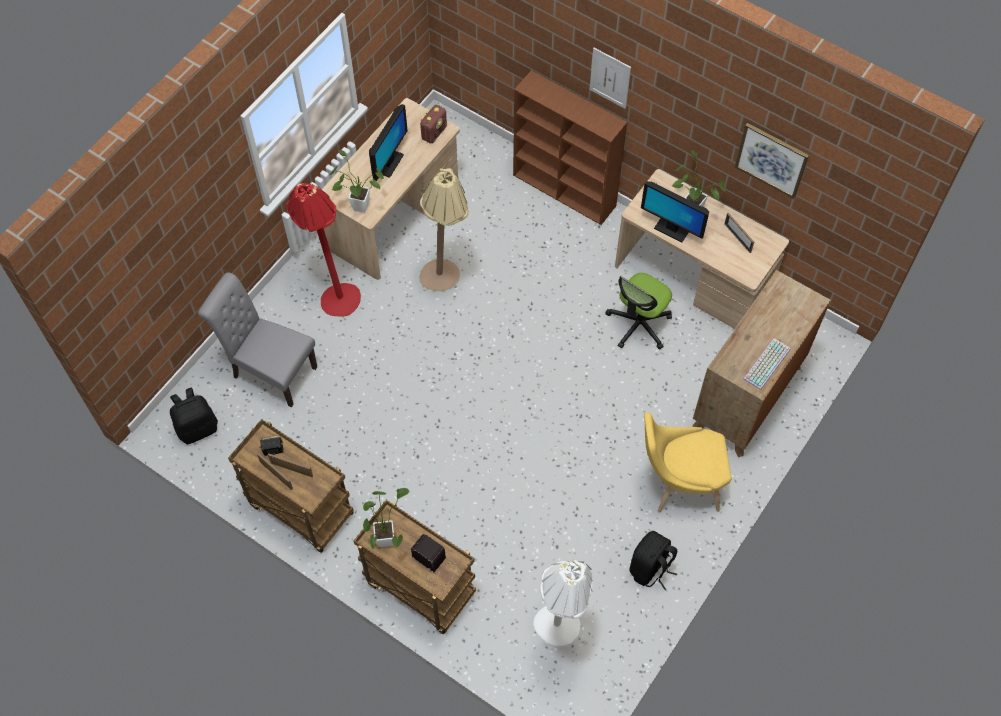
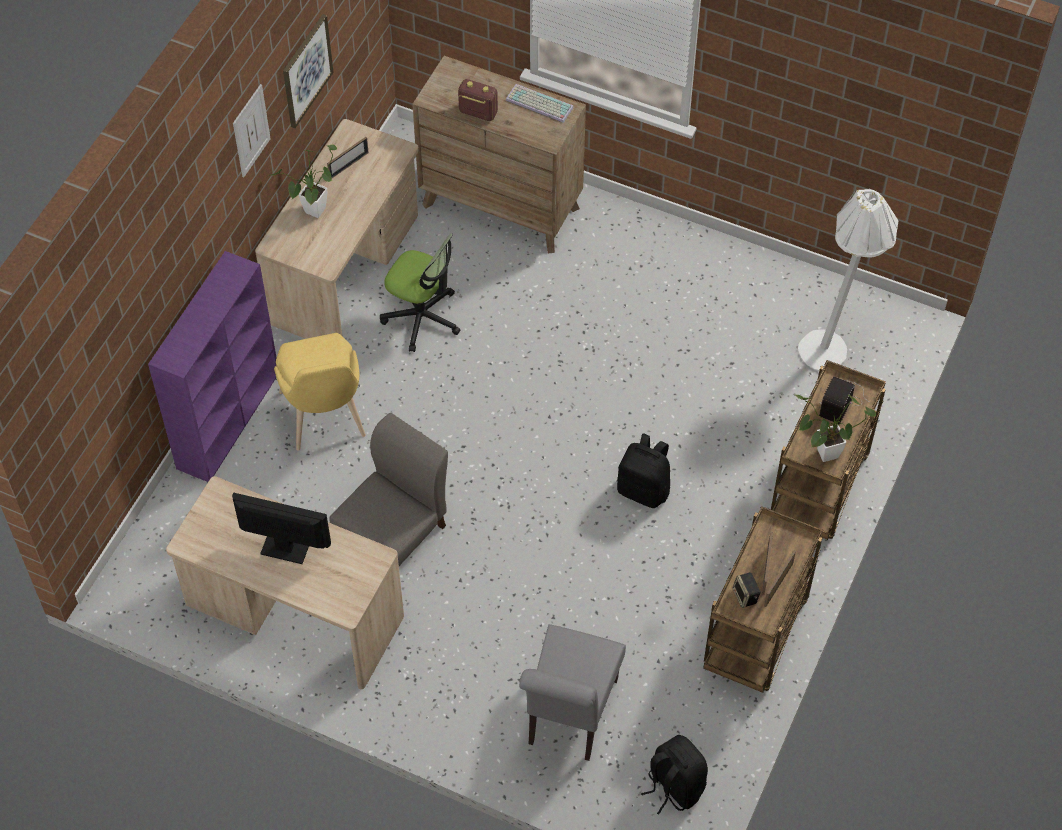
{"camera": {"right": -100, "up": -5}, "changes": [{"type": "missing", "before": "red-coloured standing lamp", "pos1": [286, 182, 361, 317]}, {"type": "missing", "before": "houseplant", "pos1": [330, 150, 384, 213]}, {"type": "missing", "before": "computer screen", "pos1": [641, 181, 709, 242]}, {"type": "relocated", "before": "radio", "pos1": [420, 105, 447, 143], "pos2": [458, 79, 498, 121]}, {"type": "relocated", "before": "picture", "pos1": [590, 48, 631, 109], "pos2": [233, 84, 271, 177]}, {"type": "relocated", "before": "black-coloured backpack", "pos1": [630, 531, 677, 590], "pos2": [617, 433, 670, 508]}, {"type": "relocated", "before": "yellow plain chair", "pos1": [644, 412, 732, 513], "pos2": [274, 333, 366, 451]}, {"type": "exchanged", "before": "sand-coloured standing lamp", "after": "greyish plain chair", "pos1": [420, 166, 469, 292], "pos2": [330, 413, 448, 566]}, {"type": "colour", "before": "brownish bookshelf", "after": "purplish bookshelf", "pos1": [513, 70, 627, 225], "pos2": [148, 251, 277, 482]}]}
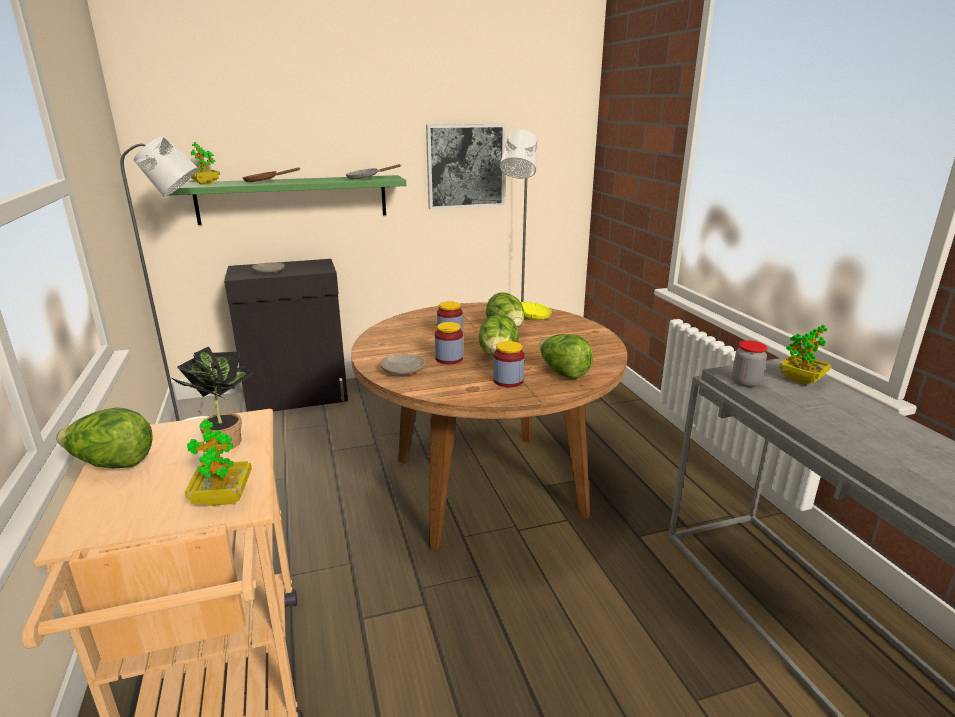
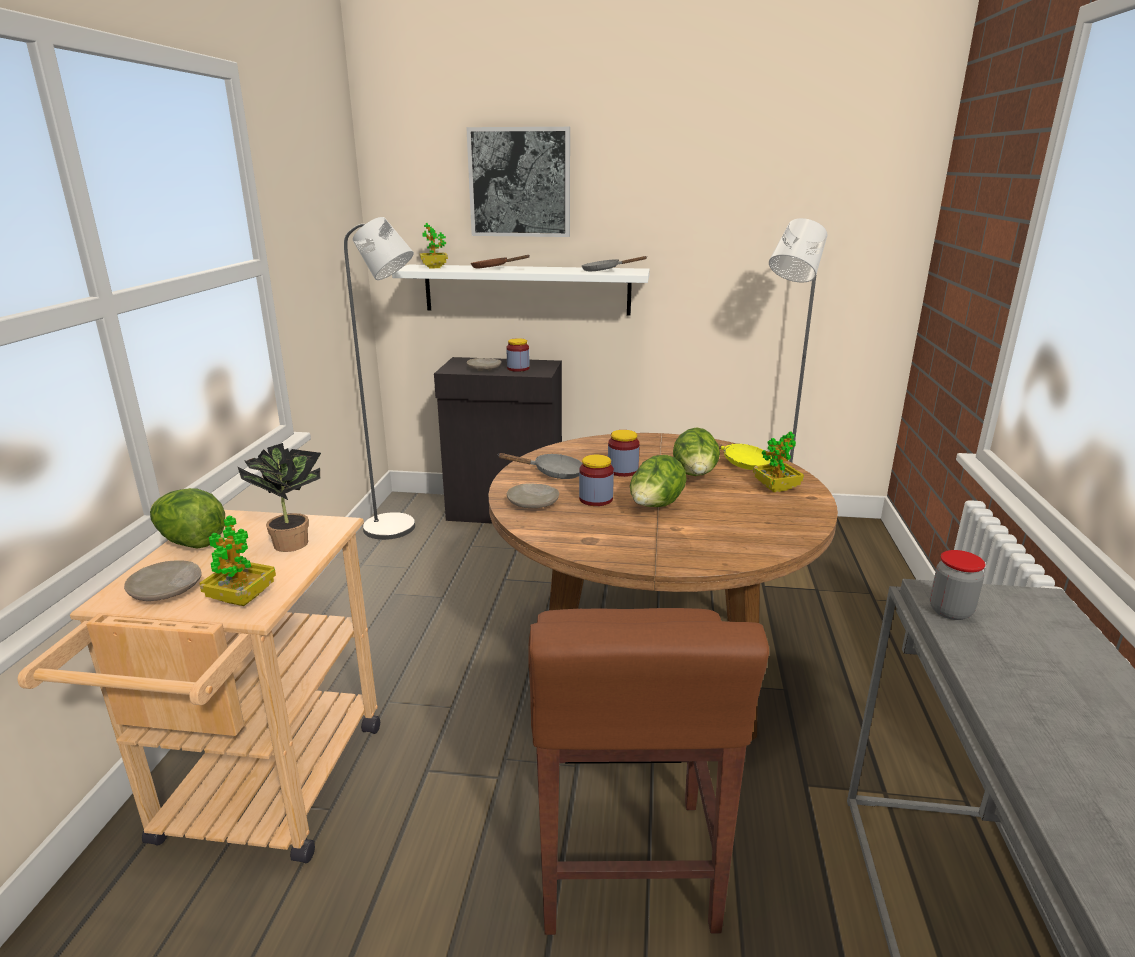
{"camera": {"right": 25, "up": 0}, "changes": [{"type": "missing", "before": "lettuce", "pos1": [539, 334, 593, 379]}, {"type": "appeared", "after": "sand-coloured plate", "pos2": [124, 561, 202, 601]}, {"type": "appeared", "after": "greyish pan", "pos2": [497, 453, 582, 479]}, {"type": "appeared", "after": "brownish sitting stool", "pos2": [528, 608, 769, 935]}, {"type": "relocated", "before": "picture", "pos1": [426, 124, 506, 209], "pos2": [466, 127, 570, 237]}, {"type": "relocated", "before": "storage jar", "pos1": [493, 341, 524, 387], "pos2": [506, 338, 530, 372]}, {"type": "relocated", "before": "houseplant", "pos1": [779, 324, 831, 385], "pos2": [753, 432, 804, 492]}, {"type": "colour", "before": "green bracket shelf", "after": "white bracket shelf", "pos1": [168, 175, 406, 225], "pos2": [392, 265, 650, 315]}]}
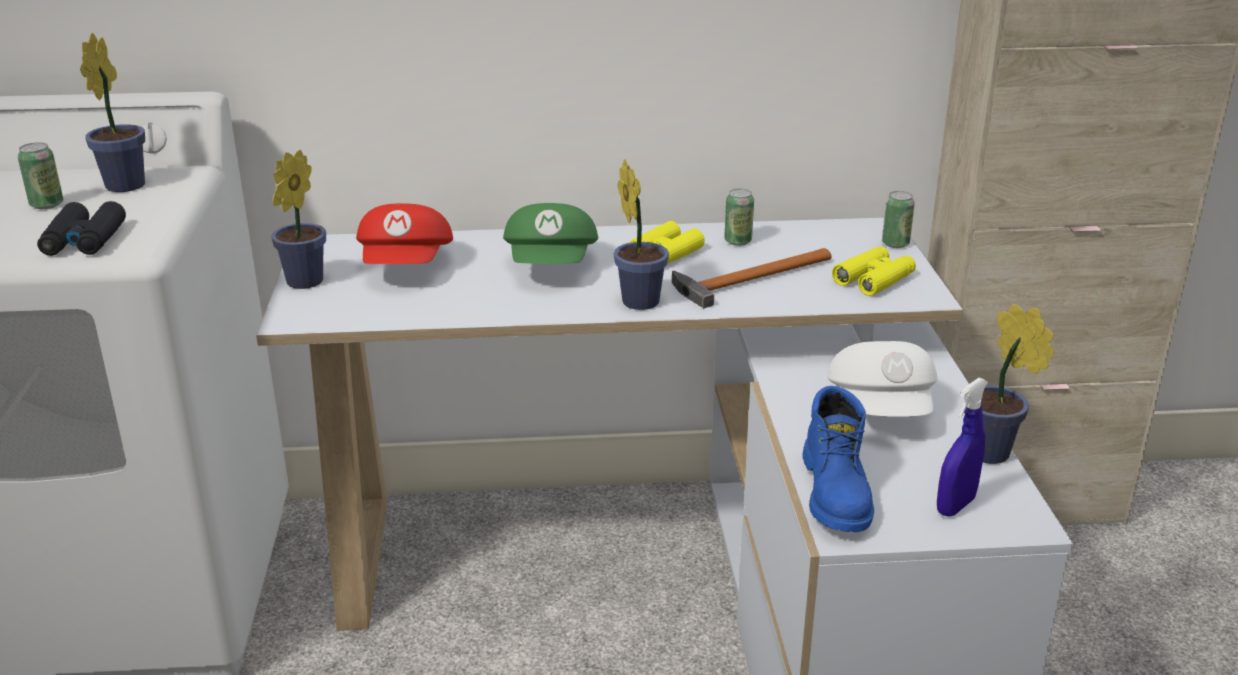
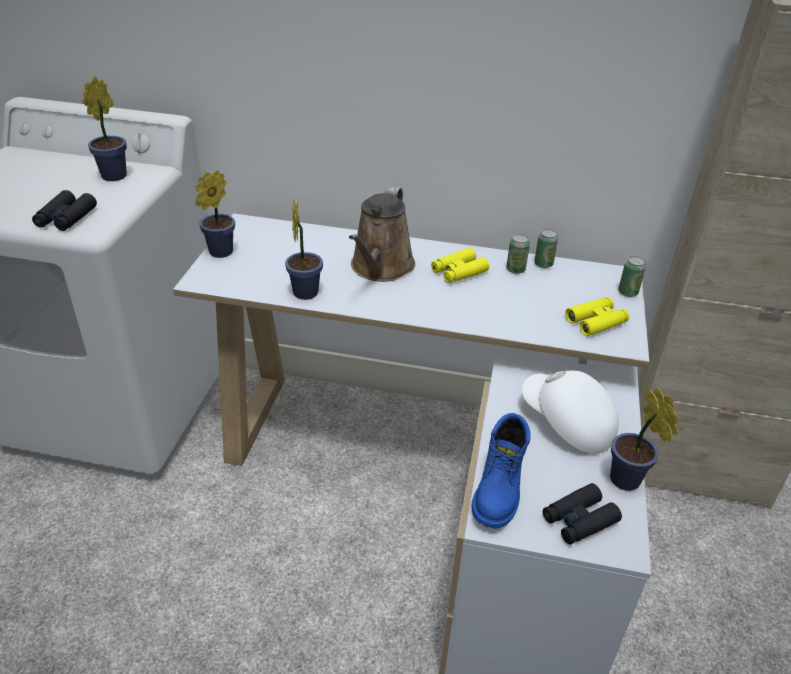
{"camera": {"right": 15, "up": 10}, "changes": [{"type": "missing", "before": "red-coloured cap", "pos1": [356, 203, 453, 264]}, {"type": "missing", "before": "hammer", "pos1": [672, 248, 832, 308]}, {"type": "relocated", "before": "can", "pos1": [18, 142, 63, 209], "pos2": [534, 229, 558, 268]}, {"type": "relocated", "before": "houseplant", "pos1": [614, 159, 669, 310], "pos2": [285, 199, 323, 300]}, {"type": "exchanged", "before": "green cap", "after": "brownish watering pot", "pos1": [503, 203, 598, 264], "pos2": [349, 186, 415, 282]}, {"type": "exchanged", "before": "bluish hand sprayer", "after": "black-coloured binoculars", "pos1": [937, 378, 988, 517], "pos2": [543, 483, 622, 545]}, {"type": "spun", "before": "white cap", "pos1": [827, 341, 938, 417], "pos2": [522, 371, 619, 454], "turn": 120}]}
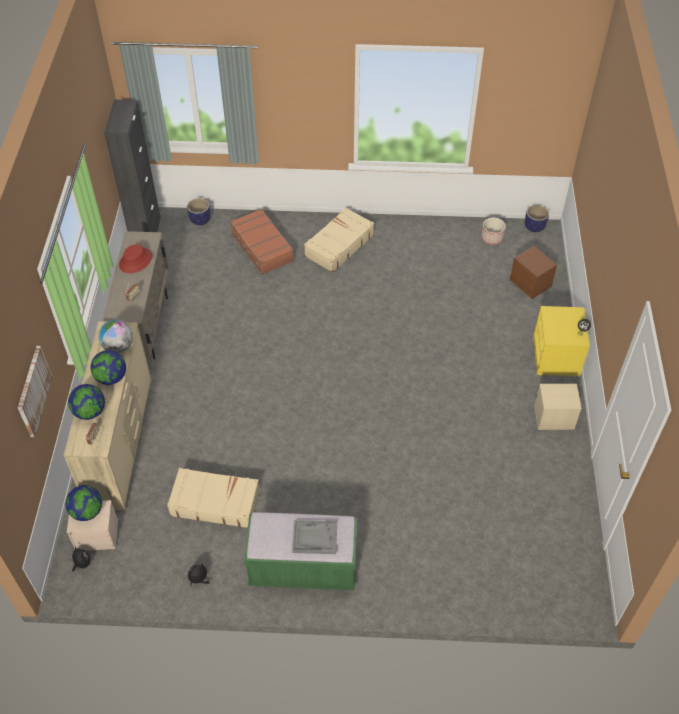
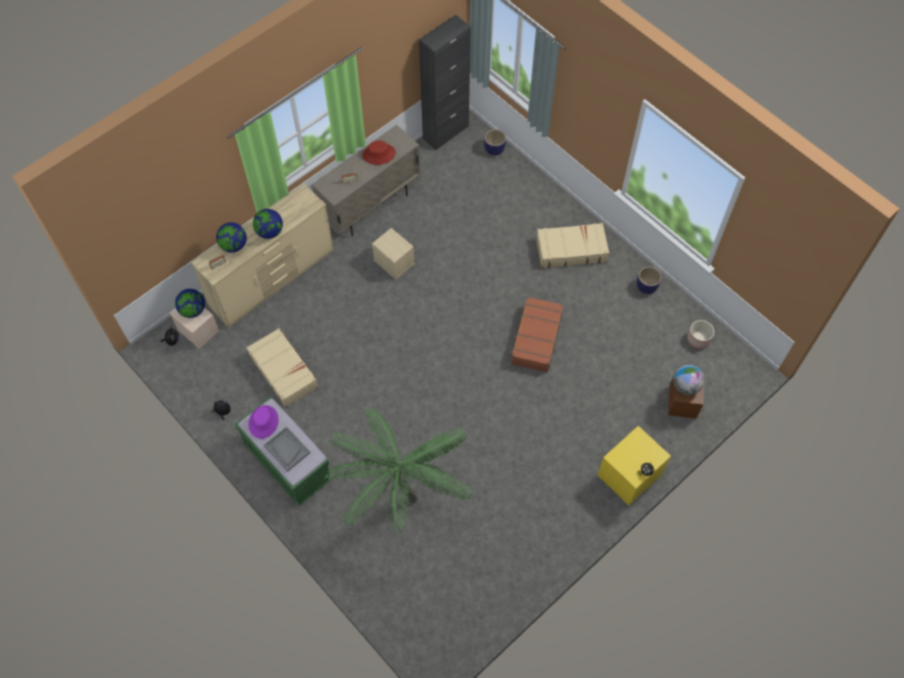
{"camera": {"right": 45, "up": 10}, "changes": [{"type": "missing", "before": "picture", "pos1": [18, 346, 52, 437]}, {"type": "appeared", "after": "purplish clothing hat", "pos2": [249, 405, 279, 439]}, {"type": "appeared", "after": "houseplant", "pos2": [325, 407, 473, 533]}, {"type": "relocated", "before": "globe", "pos1": [98, 320, 133, 353], "pos2": [673, 365, 704, 395]}, {"type": "relocated", "before": "brownish suitcase", "pos1": [230, 209, 294, 275], "pos2": [509, 297, 564, 372]}, {"type": "relocated", "before": "planter", "pos1": [525, 205, 549, 232], "pos2": [637, 266, 662, 294]}, {"type": "relocated", "before": "sand-coloured storage bin", "pos1": [534, 384, 582, 430], "pos2": [372, 228, 415, 279]}]}
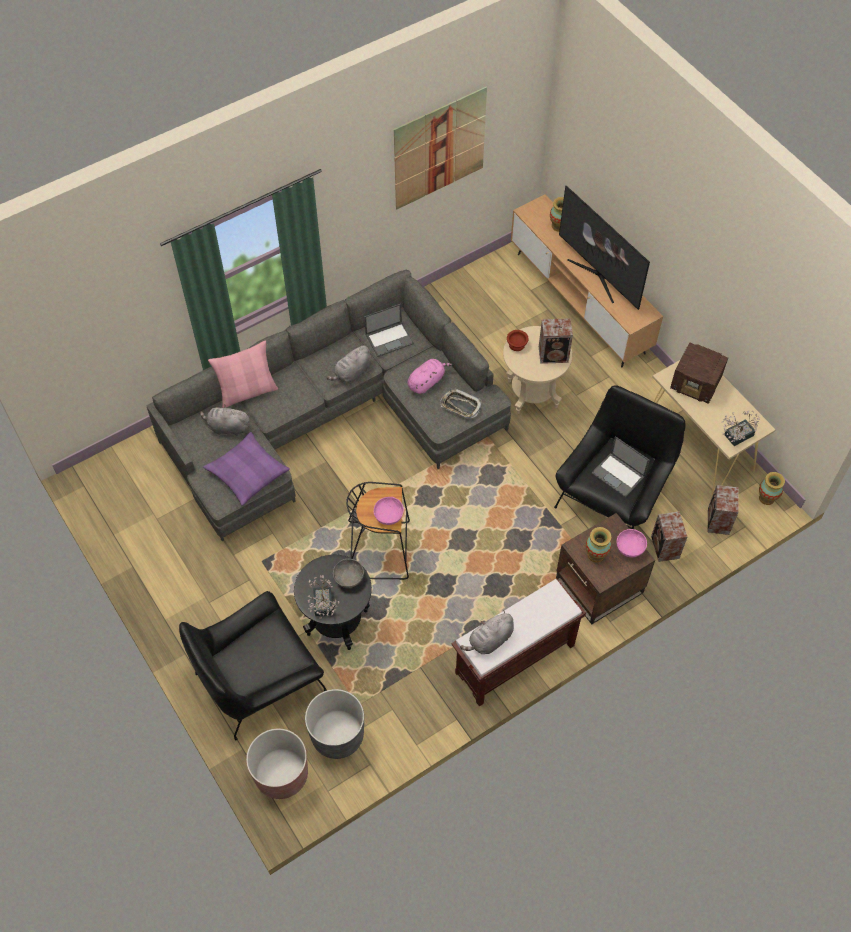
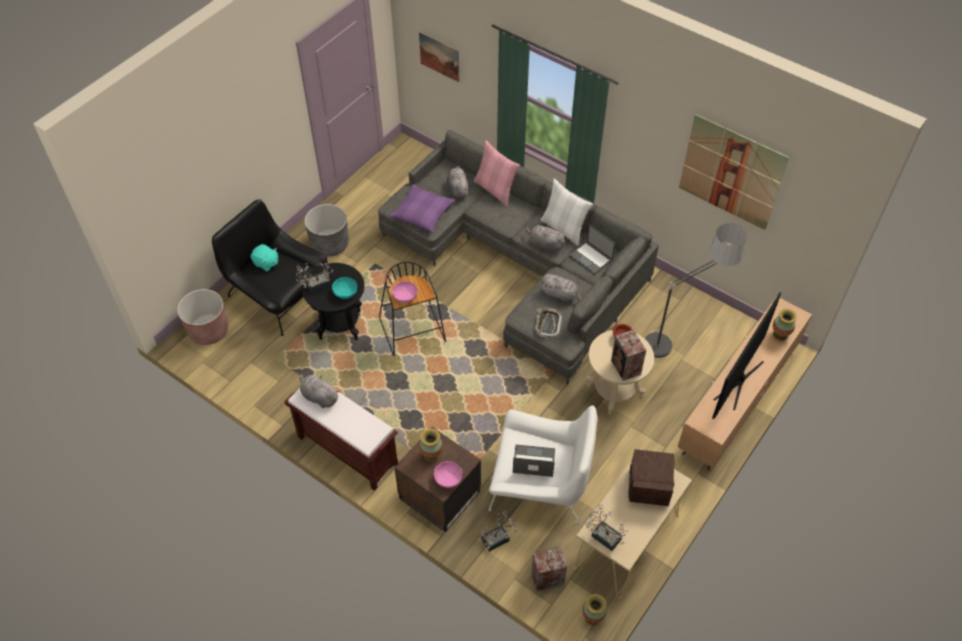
{"camera": {"right": 70, "up": -5}, "changes": [{"type": "appeared", "after": "blue-green soft toy", "pos2": [250, 244, 278, 271]}, {"type": "appeared", "after": "picture", "pos2": [419, 32, 459, 82]}, {"type": "appeared", "after": "white throw pillow", "pos2": [540, 179, 593, 246]}, {"type": "appeared", "after": "standing lamp", "pos2": [644, 223, 747, 358]}, {"type": "relocated", "before": "greyish planter", "pos1": [305, 689, 364, 759], "pos2": [304, 204, 349, 257]}, {"type": "exchanged", "before": "loudspeaker", "after": "houseplant", "pos1": [651, 511, 687, 562], "pos2": [479, 511, 517, 552]}, {"type": "colour", "before": "greyish bowl", "after": "blue-green bowl", "pos1": [333, 559, 364, 588], "pos2": [332, 277, 357, 299]}, {"type": "colour", "before": "pink soft toy", "after": "greyish soft toy", "pos1": [408, 359, 452, 394], "pos2": [540, 274, 581, 302]}, {"type": "colour", "before": "black-coloured easy chair", "after": "white easy chair", "pos1": [554, 385, 685, 529], "pos2": [489, 405, 597, 524]}, {"type": "spun", "before": "portable computer", "pos1": [592, 436, 649, 497], "pos2": [513, 445, 555, 477], "turn": 75}]}
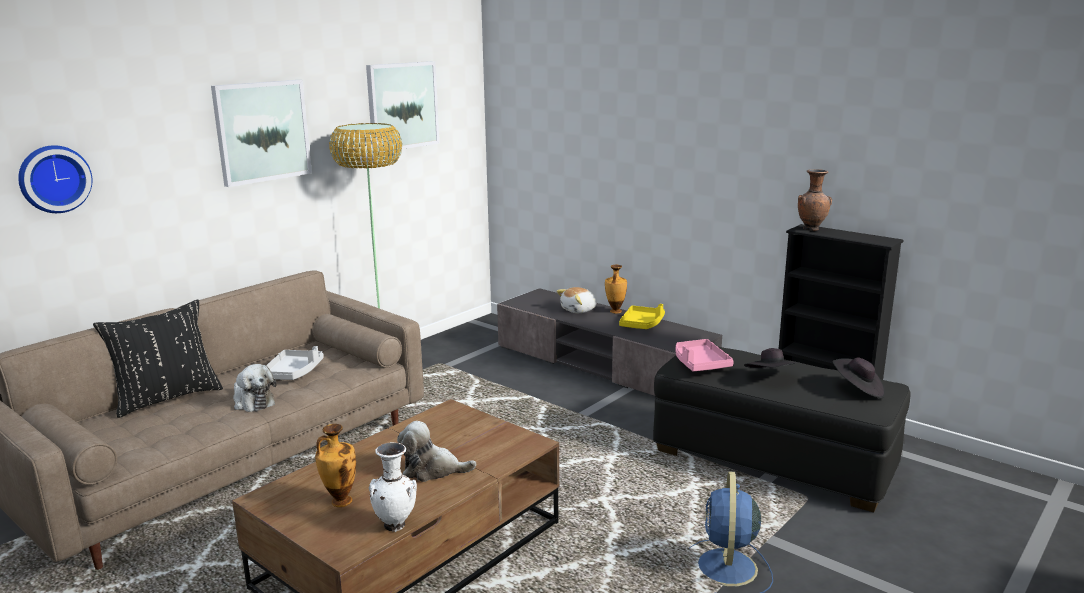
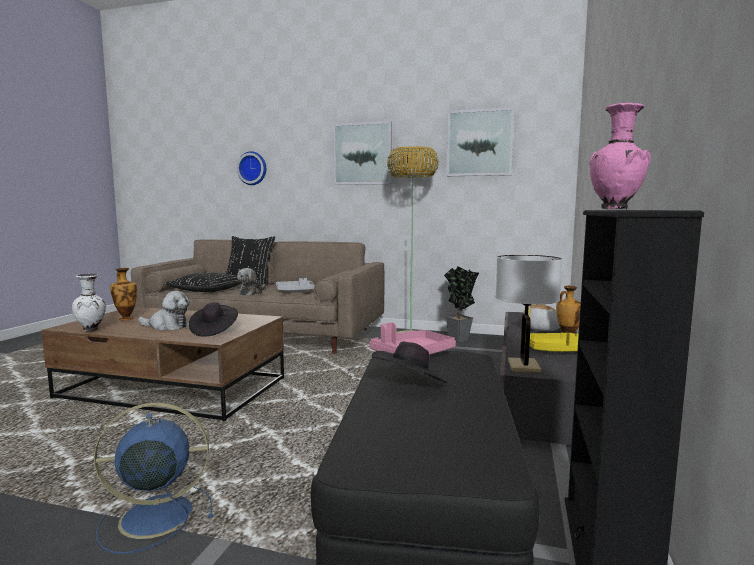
{"camera": {"right": 65, "up": -10}, "changes": [{"type": "appeared", "after": "black-coloured throw pillow", "pos2": [164, 272, 242, 292]}, {"type": "appeared", "after": "houseplant", "pos2": [444, 266, 479, 342]}, {"type": "appeared", "after": "white tabletop lamp", "pos2": [496, 255, 562, 373]}, {"type": "relocated", "before": "black-coloured clothing hat", "pos1": [832, 357, 885, 398], "pos2": [189, 302, 238, 337]}, {"type": "colour", "before": "brownish vase", "after": "pink vase", "pos1": [798, 169, 832, 231], "pos2": [589, 103, 651, 209]}, {"type": "spun", "before": "soft toy", "pos1": [397, 421, 476, 482], "pos2": [138, 291, 190, 331], "turn": 120}]}
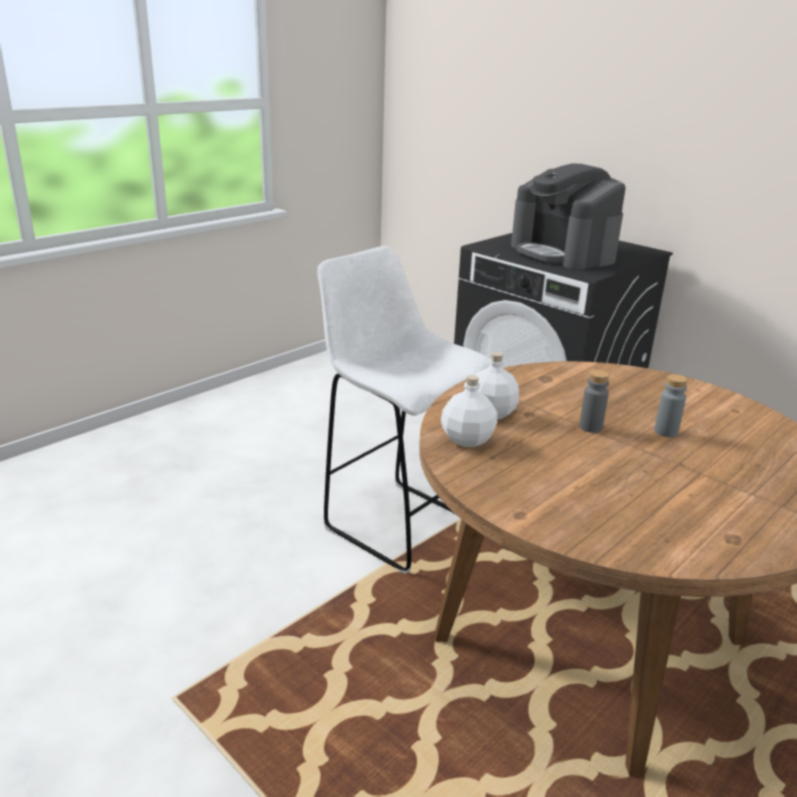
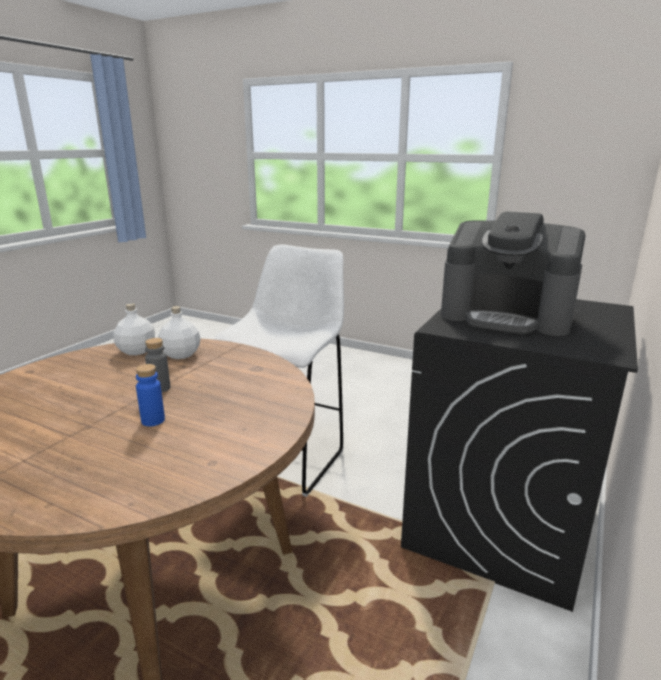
{"camera": {"right": 75, "up": -5}, "changes": [{"type": "colour", "before": "greyish bottle", "after": "bluish bottle", "pos1": [654, 374, 688, 437], "pos2": [136, 364, 165, 426]}, {"type": "spun", "before": "coffee maker", "pos1": [511, 163, 626, 270], "pos2": [441, 212, 586, 336], "turn": -105}]}
